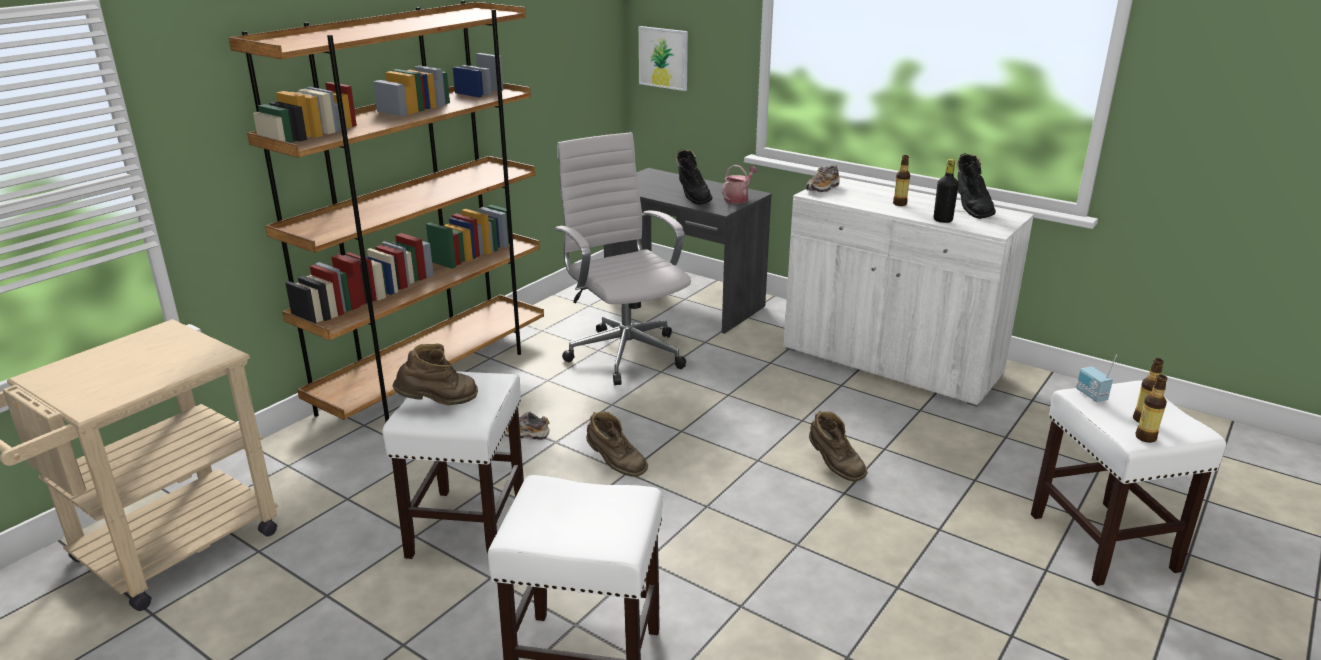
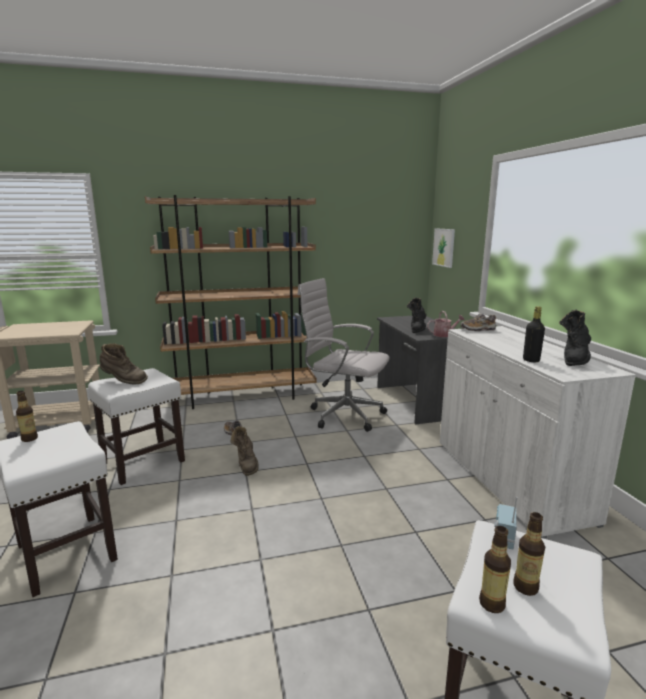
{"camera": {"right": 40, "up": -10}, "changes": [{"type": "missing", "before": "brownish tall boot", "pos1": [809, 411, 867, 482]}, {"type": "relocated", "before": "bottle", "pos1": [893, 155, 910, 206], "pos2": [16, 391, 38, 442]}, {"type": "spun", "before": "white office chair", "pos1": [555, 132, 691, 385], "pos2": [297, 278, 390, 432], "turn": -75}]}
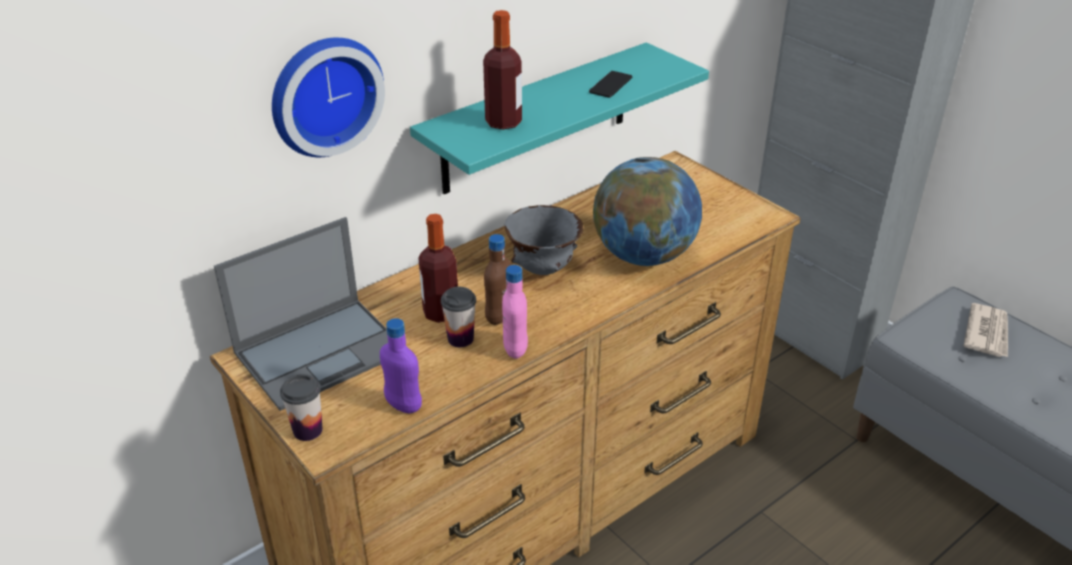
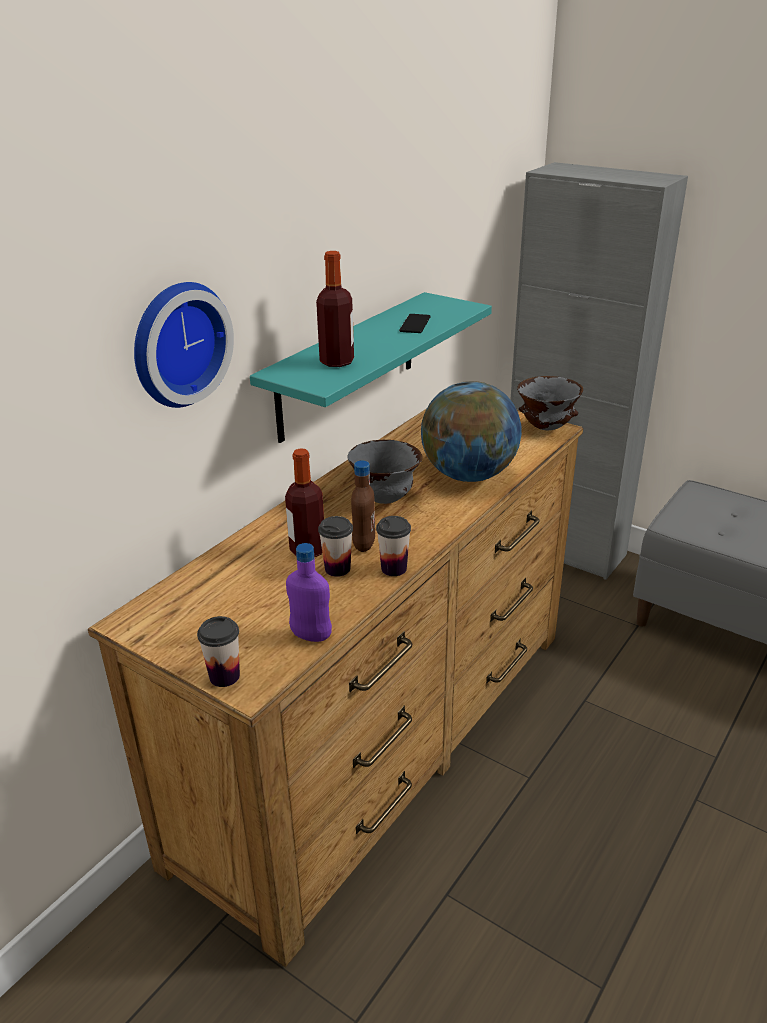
{"camera": {"right": -15, "up": -5}, "changes": [{"type": "missing", "before": "portable computer", "pos1": [214, 217, 388, 411]}, {"type": "missing", "before": "daily paper", "pos1": [964, 303, 1008, 357]}, {"type": "appeared", "after": "greyish bowl", "pos2": [517, 376, 583, 430]}, {"type": "exchanged", "before": "pink bottle", "after": "drinking cup", "pos1": [502, 265, 528, 359], "pos2": [376, 516, 411, 576]}]}
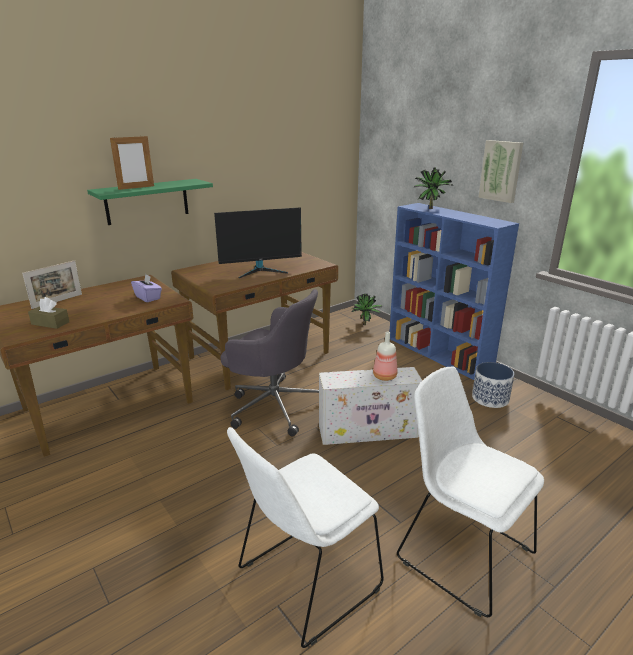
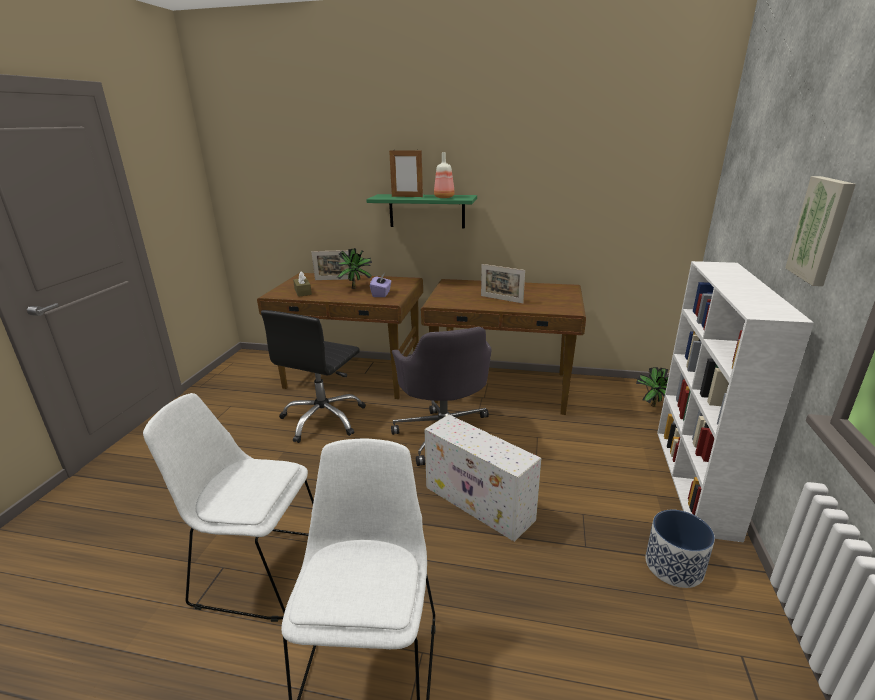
{"camera": {"right": 50, "up": 0}, "changes": [{"type": "appeared", "after": "black-coloured office chair", "pos2": [261, 310, 366, 443]}, {"type": "relocated", "before": "bottle", "pos1": [373, 331, 397, 381], "pos2": [434, 152, 455, 198]}, {"type": "relocated", "before": "houseplant", "pos1": [413, 167, 453, 209], "pos2": [336, 248, 373, 289]}, {"type": "exchanged", "before": "computer screen", "after": "picture frame", "pos1": [214, 207, 302, 278], "pos2": [481, 264, 525, 303]}, {"type": "colour", "before": "bluish bookshelf", "after": "white bookshelf", "pos1": [389, 203, 519, 380], "pos2": [657, 261, 814, 543]}]}
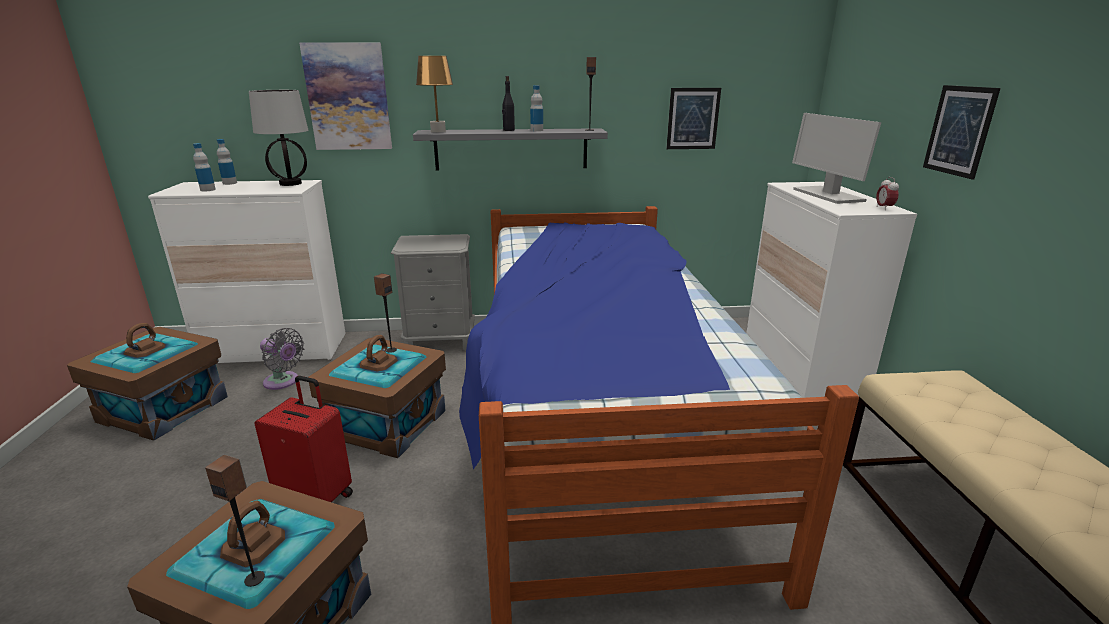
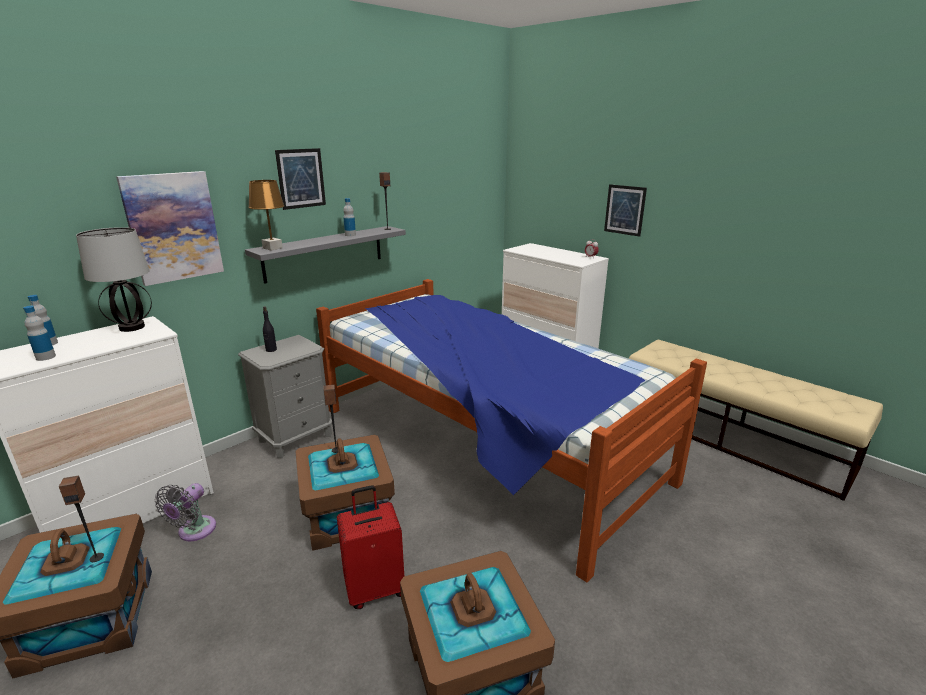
{"camera": {"right": -40, "up": 0}, "changes": [{"type": "missing", "before": "computer screen", "pos1": [792, 113, 881, 204]}, {"type": "relocated", "before": "loudspeaker", "pos1": [205, 455, 265, 587], "pos2": [59, 475, 104, 562]}, {"type": "relocated", "before": "black-coloured bottle", "pos1": [502, 76, 515, 131], "pos2": [263, 306, 277, 352]}, {"type": "relocated", "before": "picture", "pos1": [666, 88, 721, 149], "pos2": [275, 148, 326, 210]}, {"type": "spun", "before": "greyish electric fan", "pos1": [260, 328, 304, 390], "pos2": [155, 483, 216, 542], "turn": 120}]}
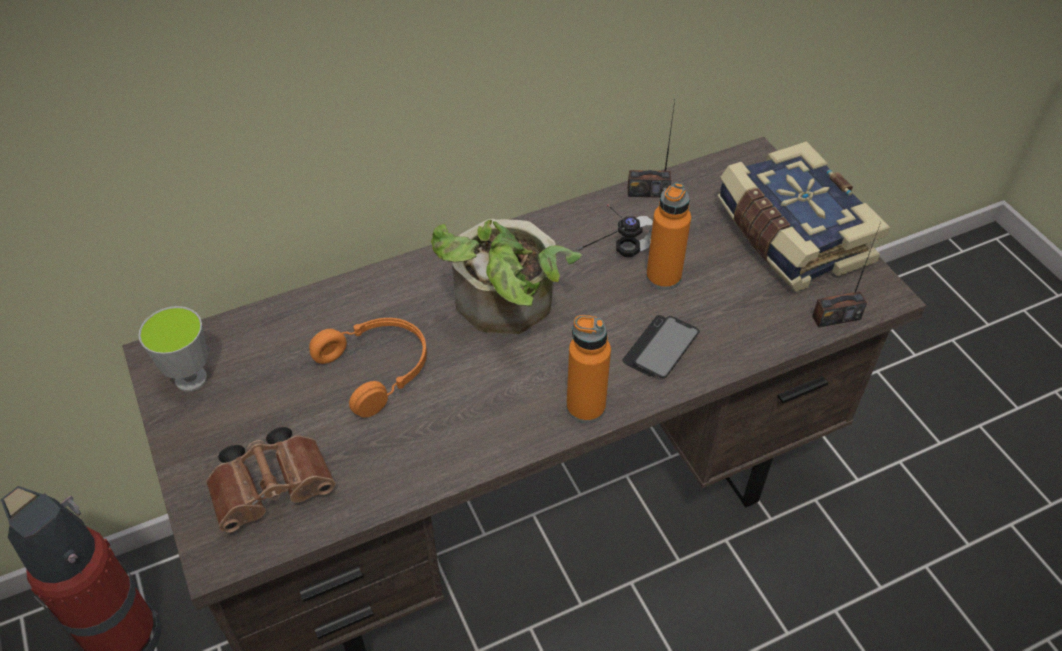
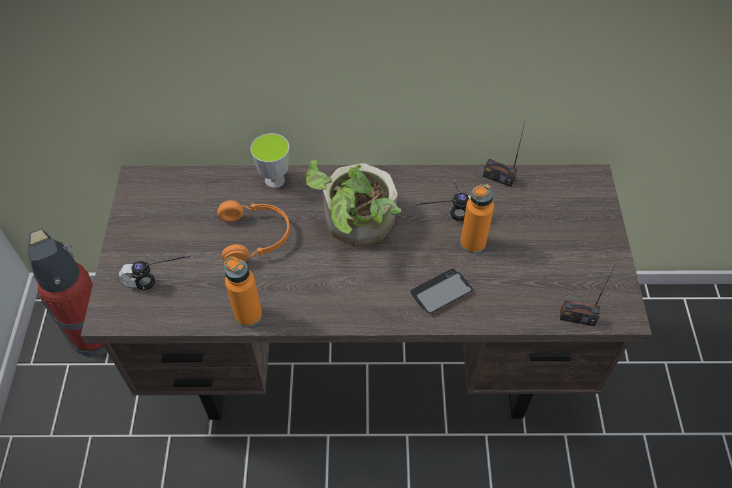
{"camera": {"right": 25, "up": 5}, "changes": [{"type": "missing", "before": "bound book", "pos1": [717, 141, 890, 292]}, {"type": "relocated", "before": "drinking cup", "pos1": [138, 306, 208, 392], "pos2": [250, 133, 289, 188]}, {"type": "relocated", "before": "orange bottle", "pos1": [566, 315, 611, 423], "pos2": [224, 256, 262, 327]}, {"type": "exchanged", "before": "brownish binoculars", "after": "pair of headphones", "pos1": [206, 427, 335, 533], "pos2": [118, 255, 191, 290]}]}
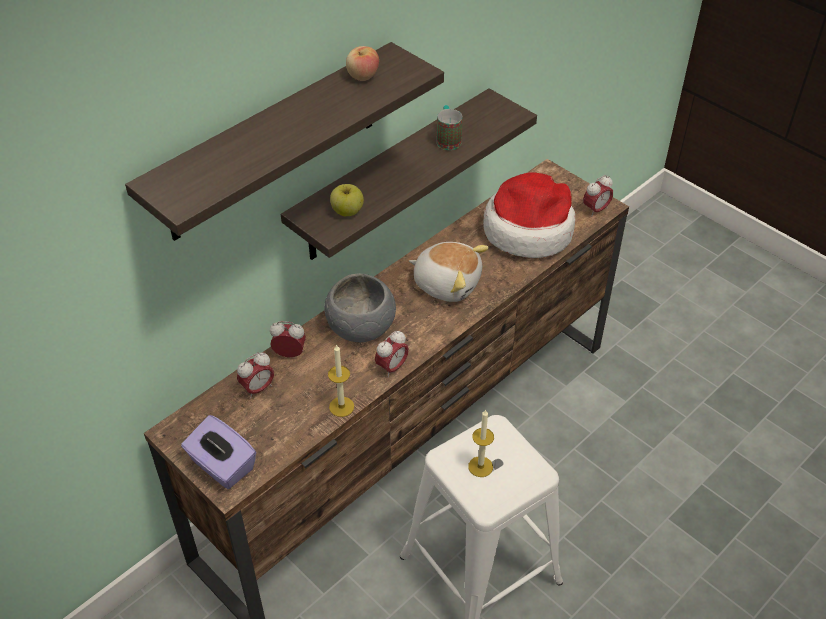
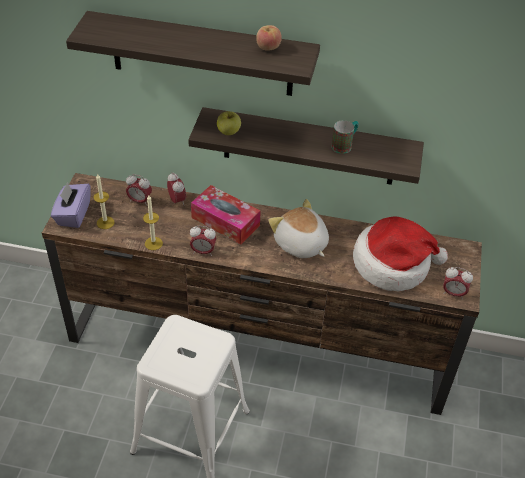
{"camera": {"right": 55, "up": 0}, "changes": [{"type": "relocated", "before": "candle", "pos1": [468, 409, 494, 477], "pos2": [94, 174, 114, 229]}, {"type": "exchanged", "before": "greyish bowl", "after": "tissue box", "pos1": [324, 273, 396, 342], "pos2": [191, 185, 261, 244]}, {"type": "spun", "before": "soft toy", "pos1": [409, 242, 489, 302], "pos2": [268, 199, 329, 258], "turn": 150}]}
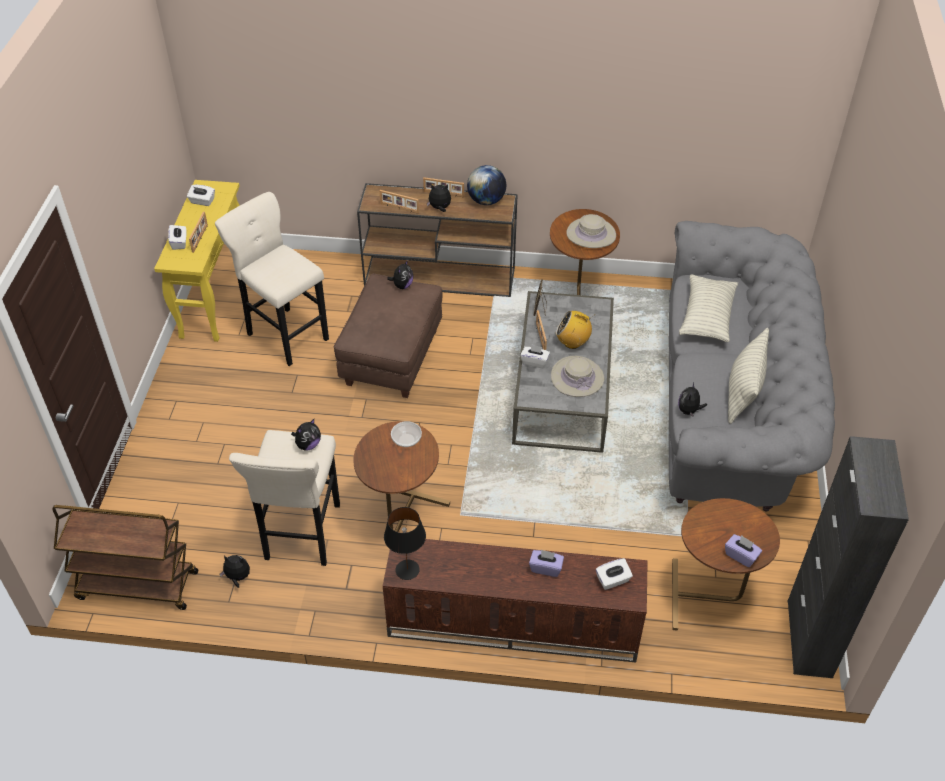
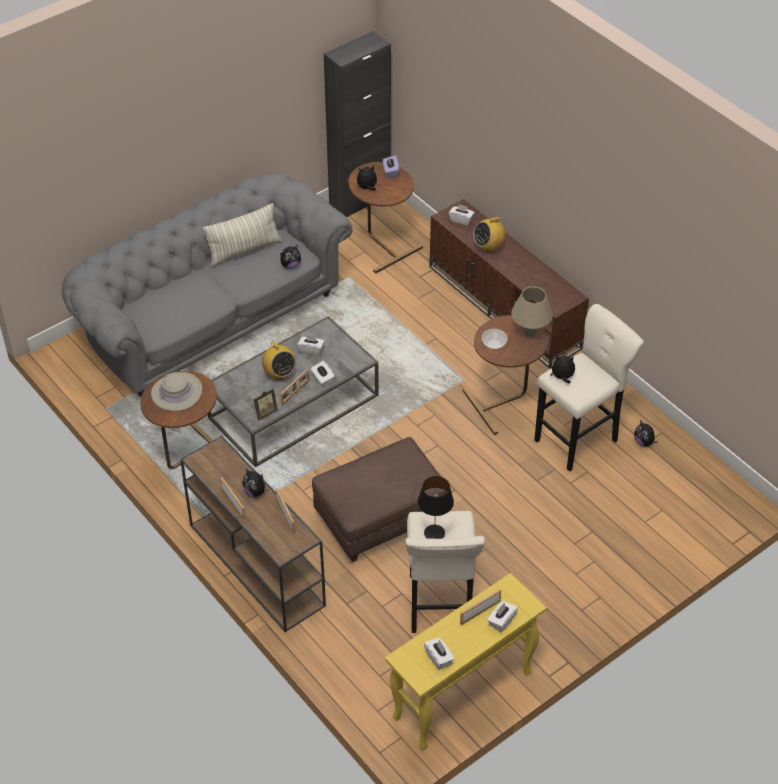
{"camera": {"right": -135, "up": 0}, "changes": [{"type": "missing", "before": "brownish trolley", "pos1": [52, 505, 198, 610]}, {"type": "missing", "before": "globe", "pos1": [467, 165, 506, 205]}, {"type": "missing", "before": "throw pillow", "pos1": [679, 274, 738, 342]}, {"type": "appeared", "after": "sand-coloured tabletop lamp", "pos2": [511, 286, 553, 337]}, {"type": "relocated", "before": "black-coloured tabletop lamp", "pos1": [384, 507, 426, 580], "pos2": [418, 476, 454, 539]}, {"type": "relocated", "before": "soft toy", "pos1": [387, 260, 413, 289], "pos2": [357, 166, 377, 191]}, {"type": "exchanged", "before": "purplish tissue box", "after": "radio", "pos1": [529, 549, 564, 577], "pos2": [473, 216, 506, 253]}, {"type": "exchanged", "before": "sand-coloured clothing hat", "after": "white tissue box", "pos1": [551, 356, 604, 397], "pos2": [297, 335, 324, 356]}]}
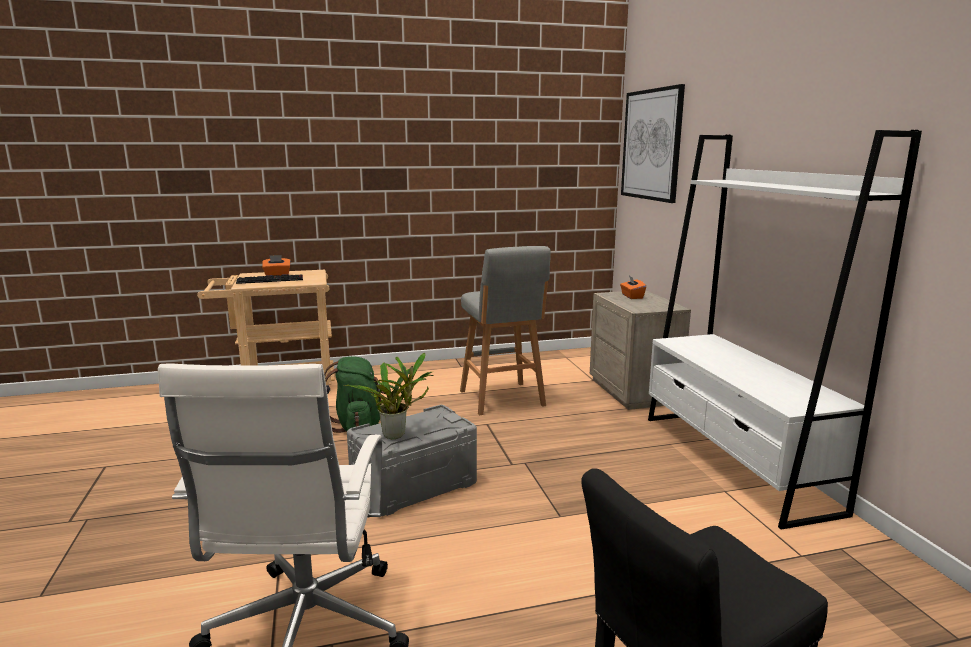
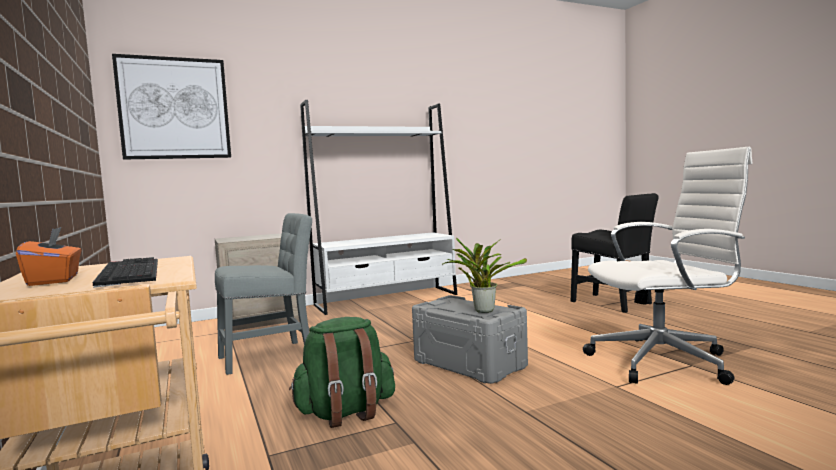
{"camera": {"right": -100, "up": -10}, "changes": [{"type": "missing", "before": "orange tissue box", "pos1": [620, 276, 646, 299]}, {"type": "exchanged", "before": "greyish sitting stool", "after": "greyish plain chair", "pos1": [460, 246, 551, 415], "pos2": [215, 213, 312, 375]}]}
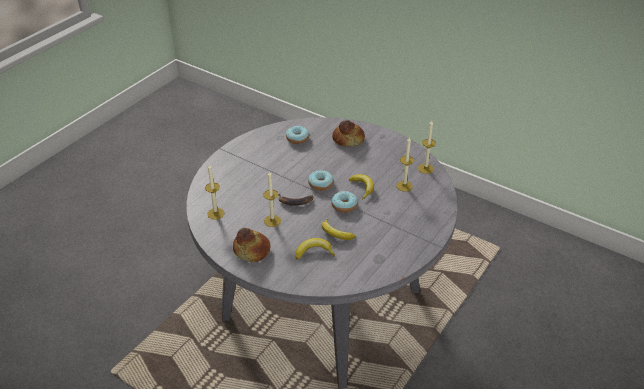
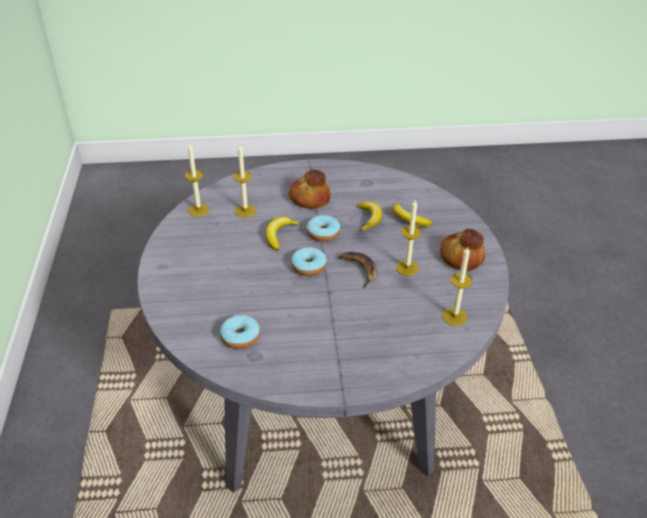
{"camera": {"right": -130, "up": 0}, "changes": [{"type": "relocated", "before": "baked bread", "pos1": [332, 120, 365, 147], "pos2": [289, 170, 330, 209]}]}
